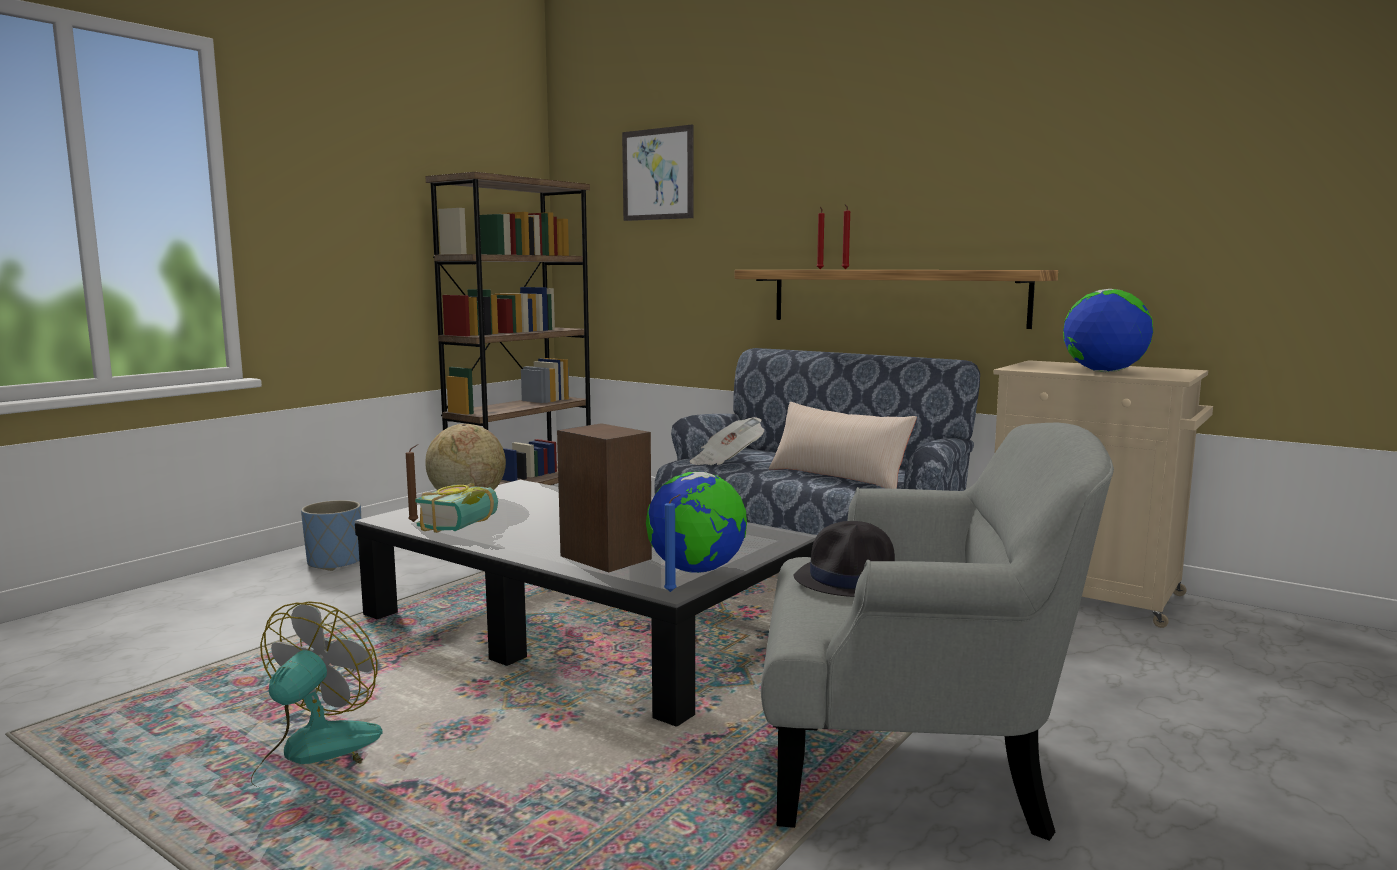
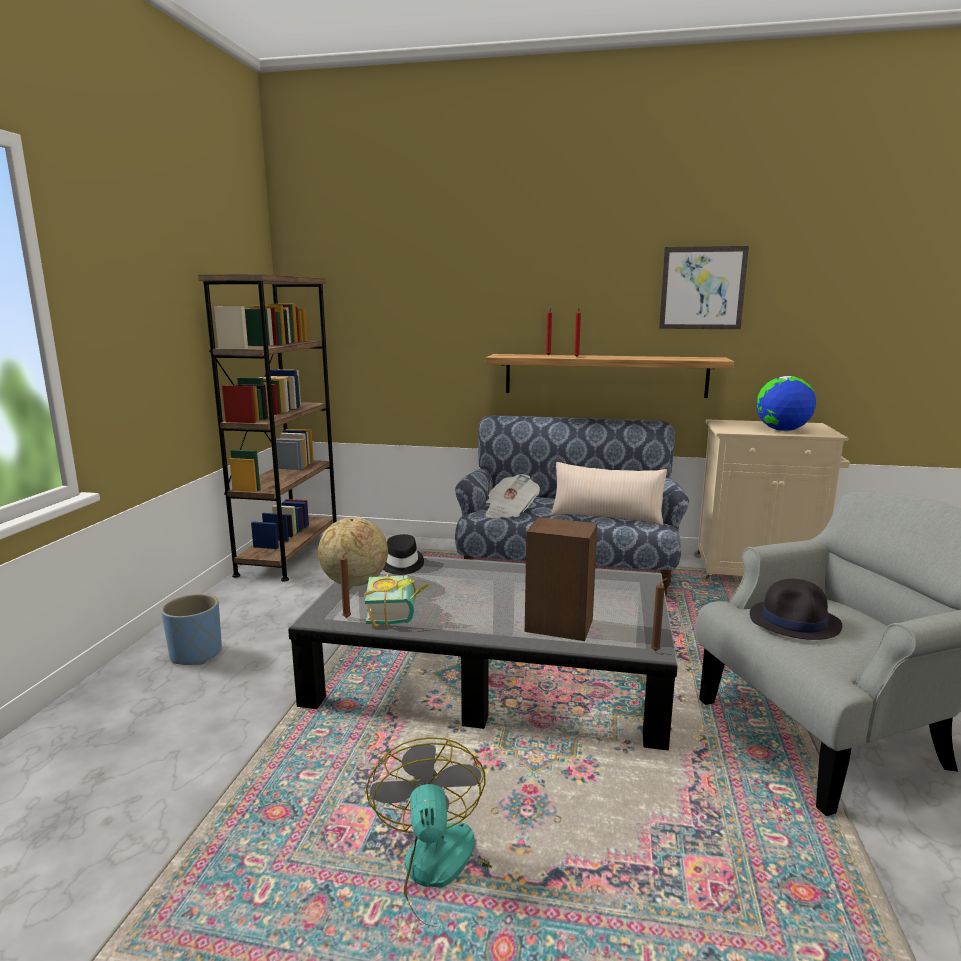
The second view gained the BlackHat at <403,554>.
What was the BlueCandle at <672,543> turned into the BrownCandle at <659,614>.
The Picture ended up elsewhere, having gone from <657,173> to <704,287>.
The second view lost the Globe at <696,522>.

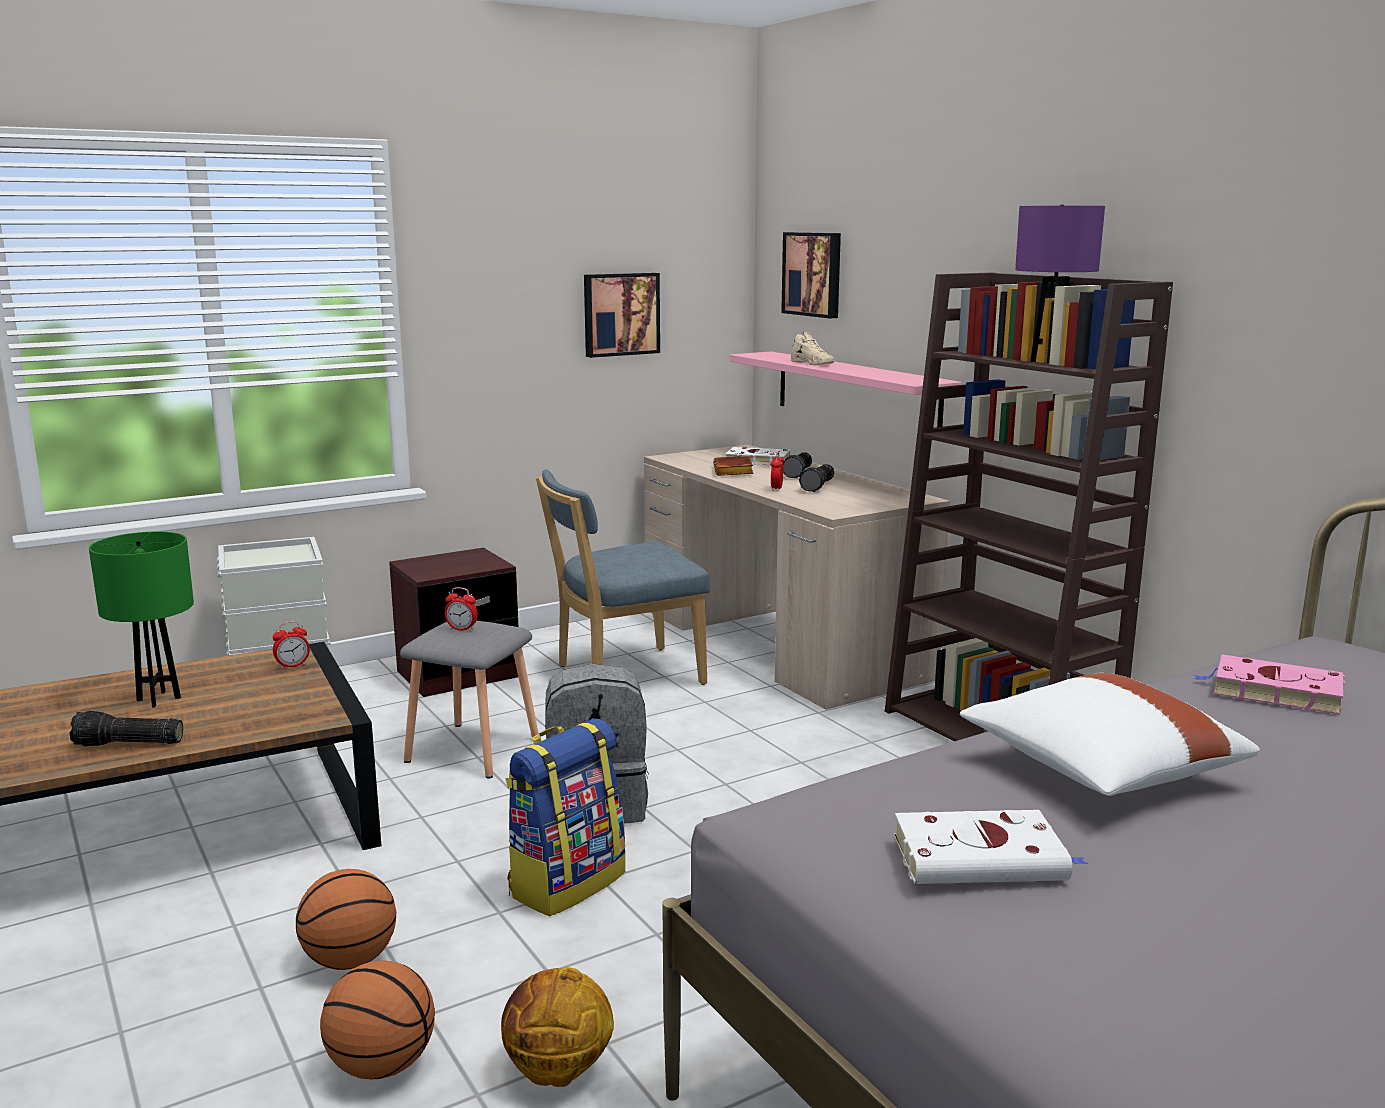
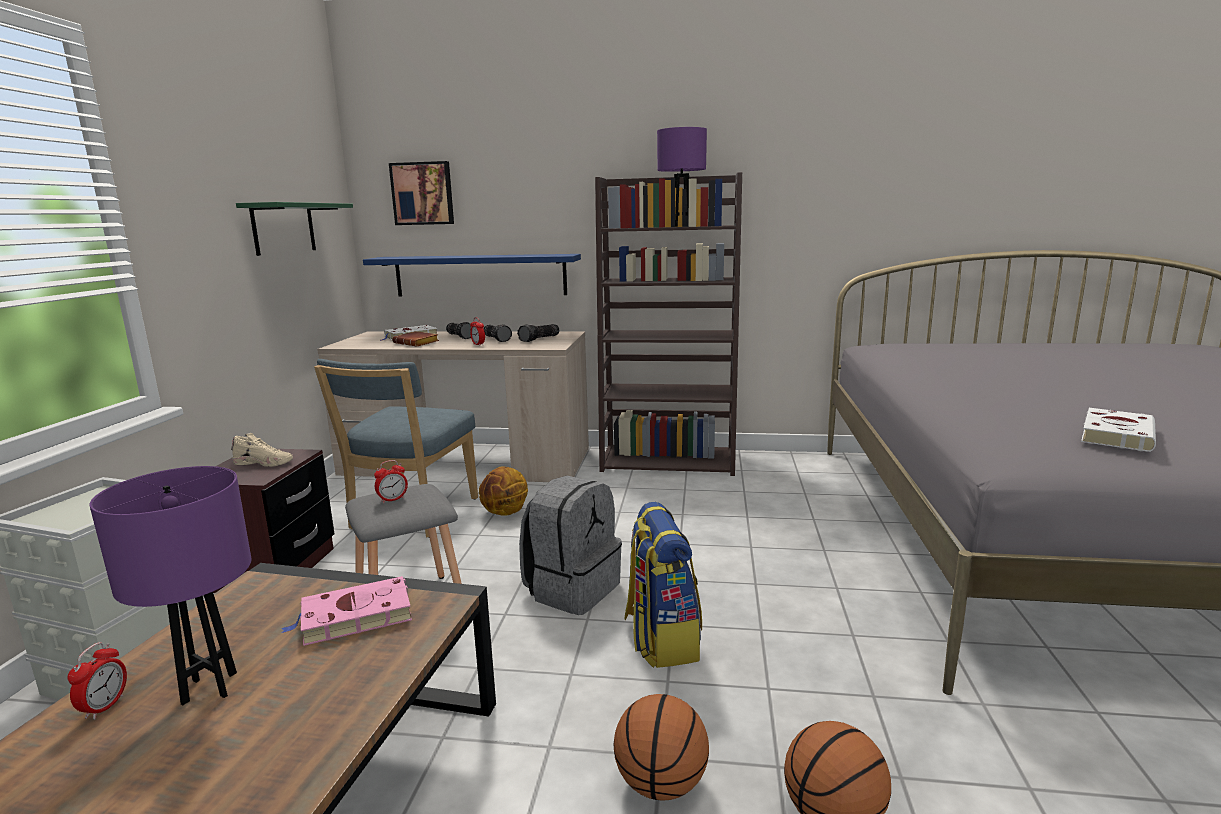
The AlarmClock ended up elsewhere, having gone from <291,645> to <97,681>.
What was the GreenTableLamp at <141,619> turned into the PurpleTableLamp at <170,585>.
The BeigeShoe ended up elsewhere, having gone from <812,348> to <262,450>.
Where the Picture hung at <622,315>, the GreenShelf came to hang at <294,229>.
The PinkBook ended up elsewhere, having gone from <1269,684> to <346,611>.
What was the PinkShelf at <845,389> turned into the BlueShelf at <472,275>.
The Basketball ended up elsewhere, having gone from <557,1027> to <503,491>.
The Flashlight ended up elsewhere, having gone from <126,729> to <538,333>.
The second view lost the WhitePillow at <1110,734>.

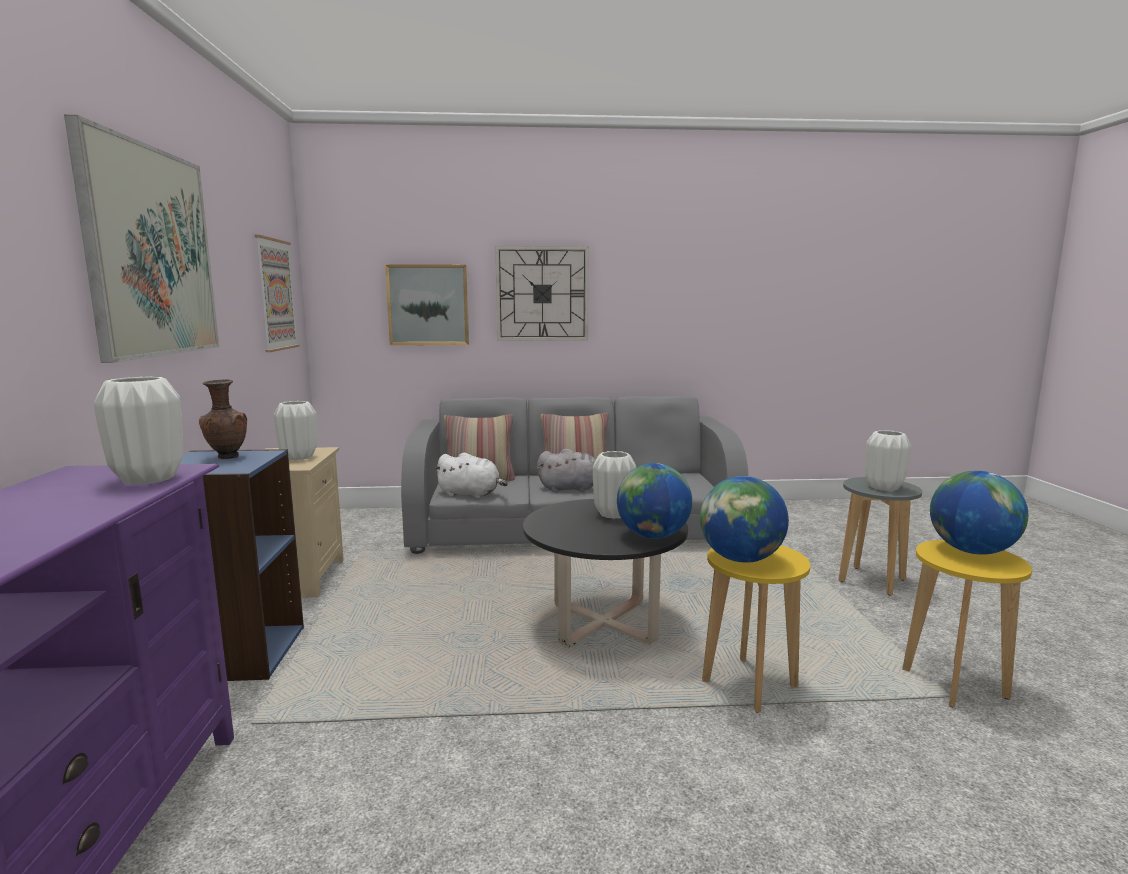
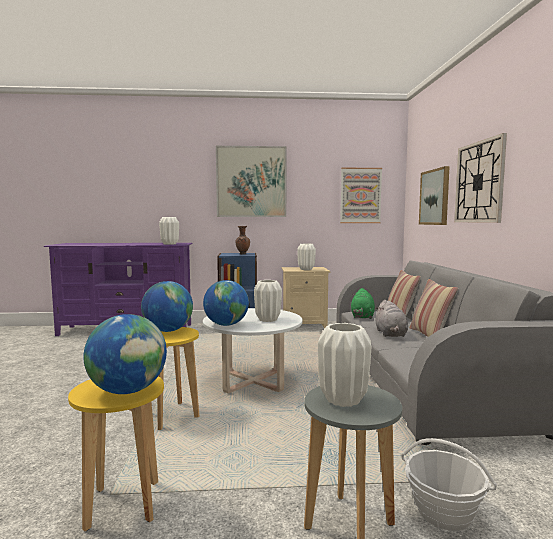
What was the BlackCoffeeTable at <605,573> turned into the WhiteCoffeeTable at <252,351>.
What was the WhitePlushToy at <471,475> turned into the GreenPlushToy at <363,303>.
The second view gained the Basket at <449,484>.

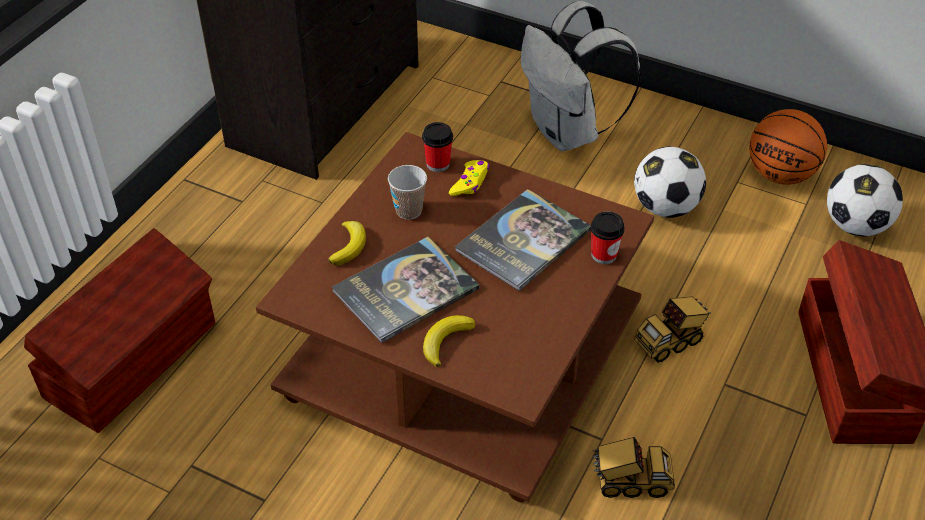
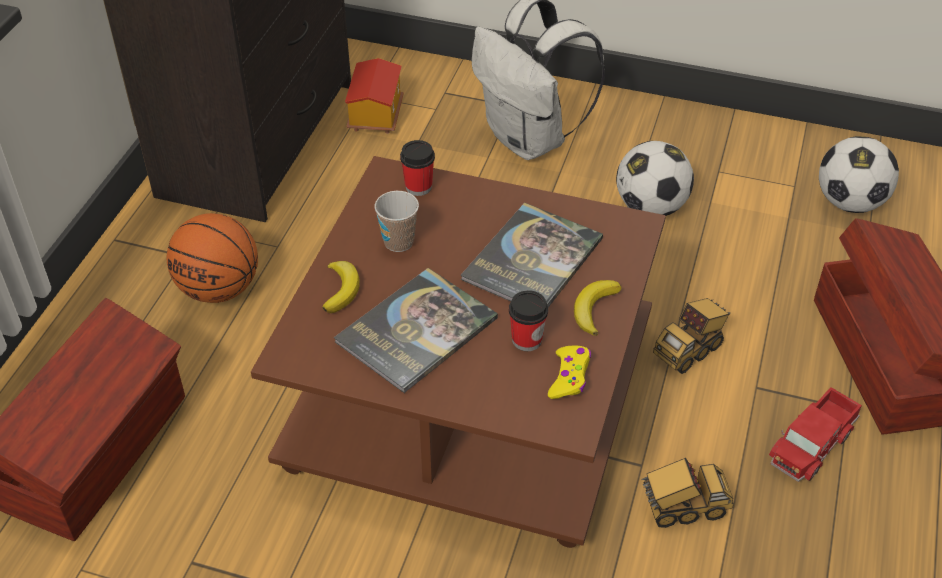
The Basketball ended up elsewhere, having gone from <788,147> to <212,258>.
The second view gained the ToyHouse at <374,96>.
The Cup ended up elsewhere, having gone from <608,238> to <528,320>.
The YellowGameController ended up elsewhere, having gone from <469,178> to <569,372>.
The Banana ended up elsewhere, having gone from <449,341> to <598,308>.
The second view gained the ToyTruck at <815,434>.

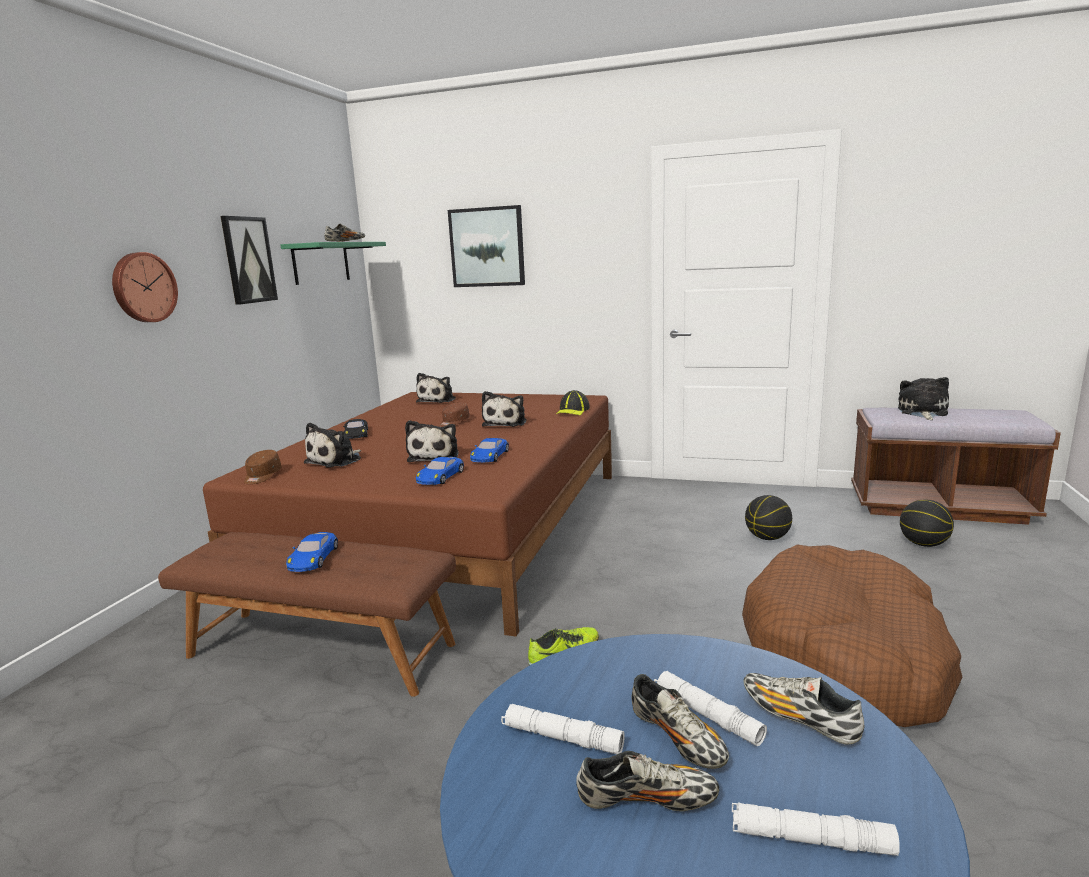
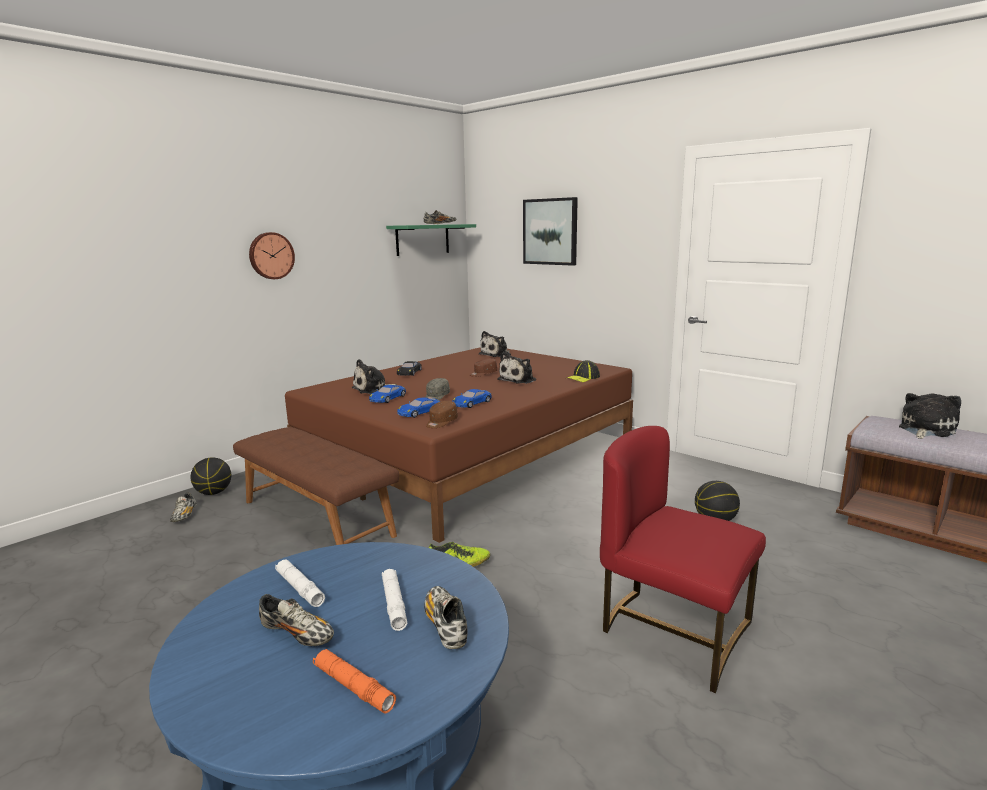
The Shoe ended up elsewhere, having gone from <680,721> to <183,507>.
The Basketball ended up elsewhere, having gone from <927,523> to <210,476>.
What was the WhiteFlashlight at <816,829> turned into the OrangeFlashlight at <354,681>.
The BlueToyCar ended up elsewhere, having gone from <312,552> to <387,394>.
Where the PlushToy stood at <432,441>, the GreyCap came to stand at <437,389>.
The BrownCap ended up elsewhere, having gone from <263,467> to <442,414>.
Where the BrownDogBed stood at <852,635>, the RedChair came to stand at <683,559>.
The second view lost the Picture at <249,260>.

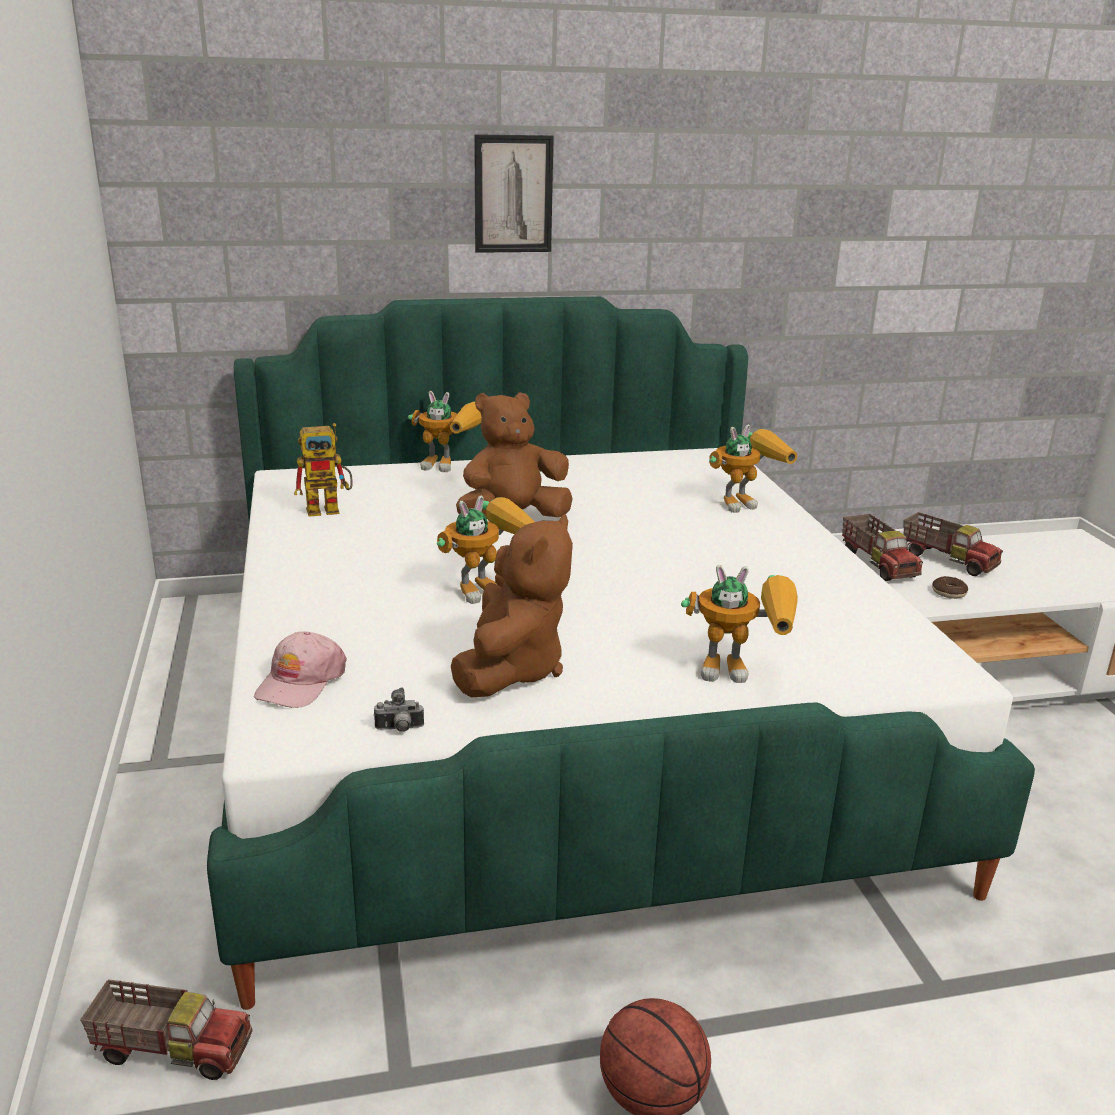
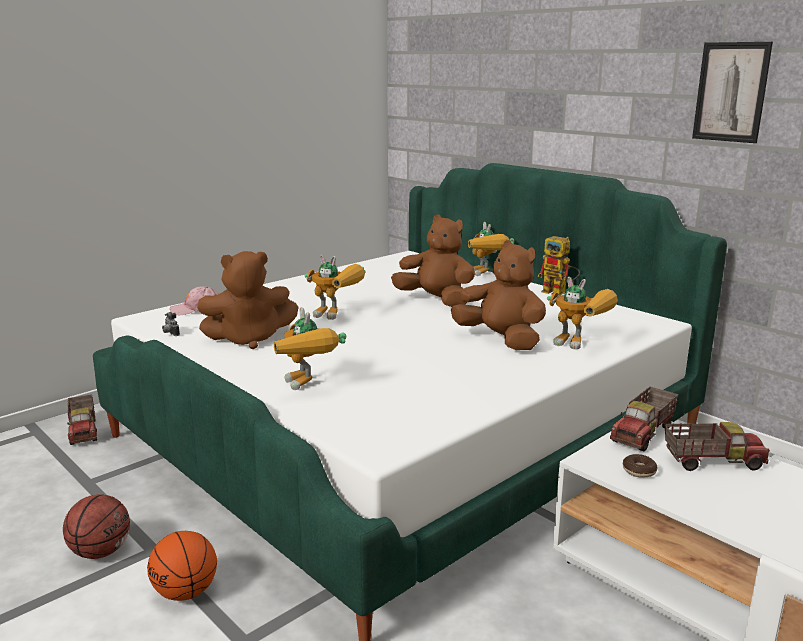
The second view gained the Basketball at <182,566>.
The second view gained the BrownPlushToy at <498,295>.
The ToyRobot ended up elsewhere, having gone from <323,470> to <559,265>.
The ToyTruck at <953,544> ended up facing another way, 105 degrees counterclockwise from before.
The Picture ended up elsewhere, having gone from <514,193> to <732,92>.

